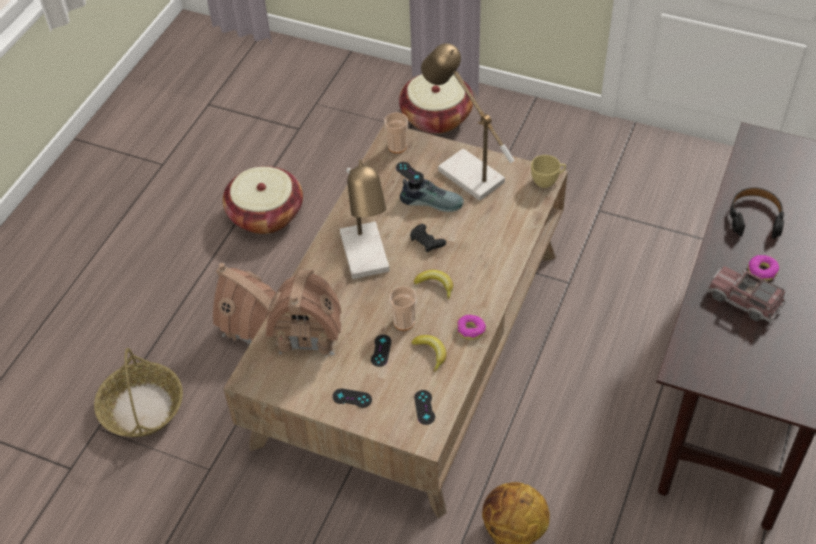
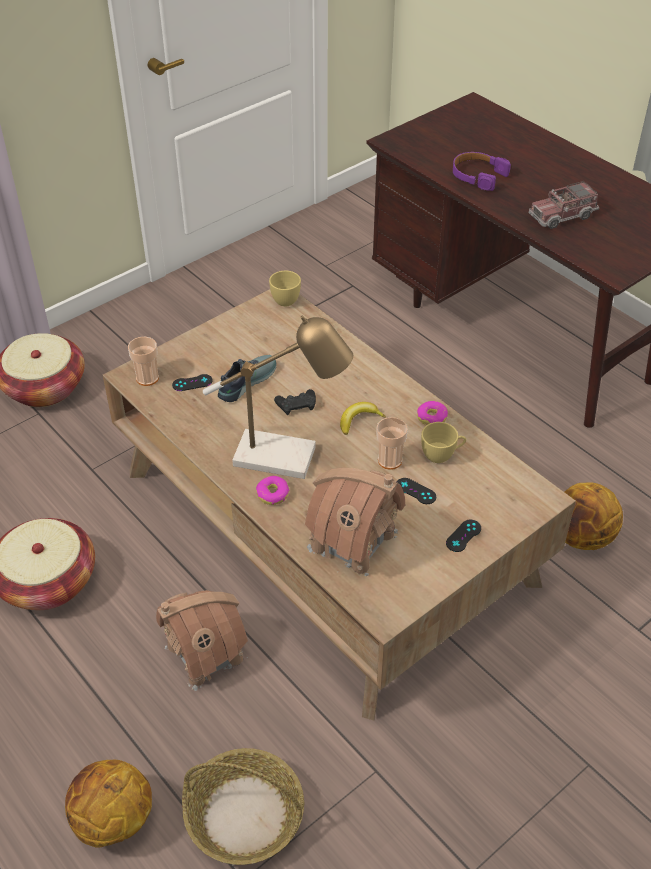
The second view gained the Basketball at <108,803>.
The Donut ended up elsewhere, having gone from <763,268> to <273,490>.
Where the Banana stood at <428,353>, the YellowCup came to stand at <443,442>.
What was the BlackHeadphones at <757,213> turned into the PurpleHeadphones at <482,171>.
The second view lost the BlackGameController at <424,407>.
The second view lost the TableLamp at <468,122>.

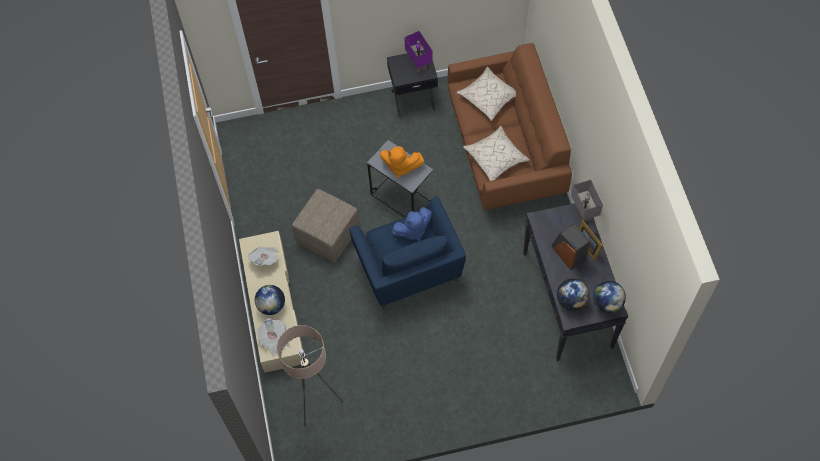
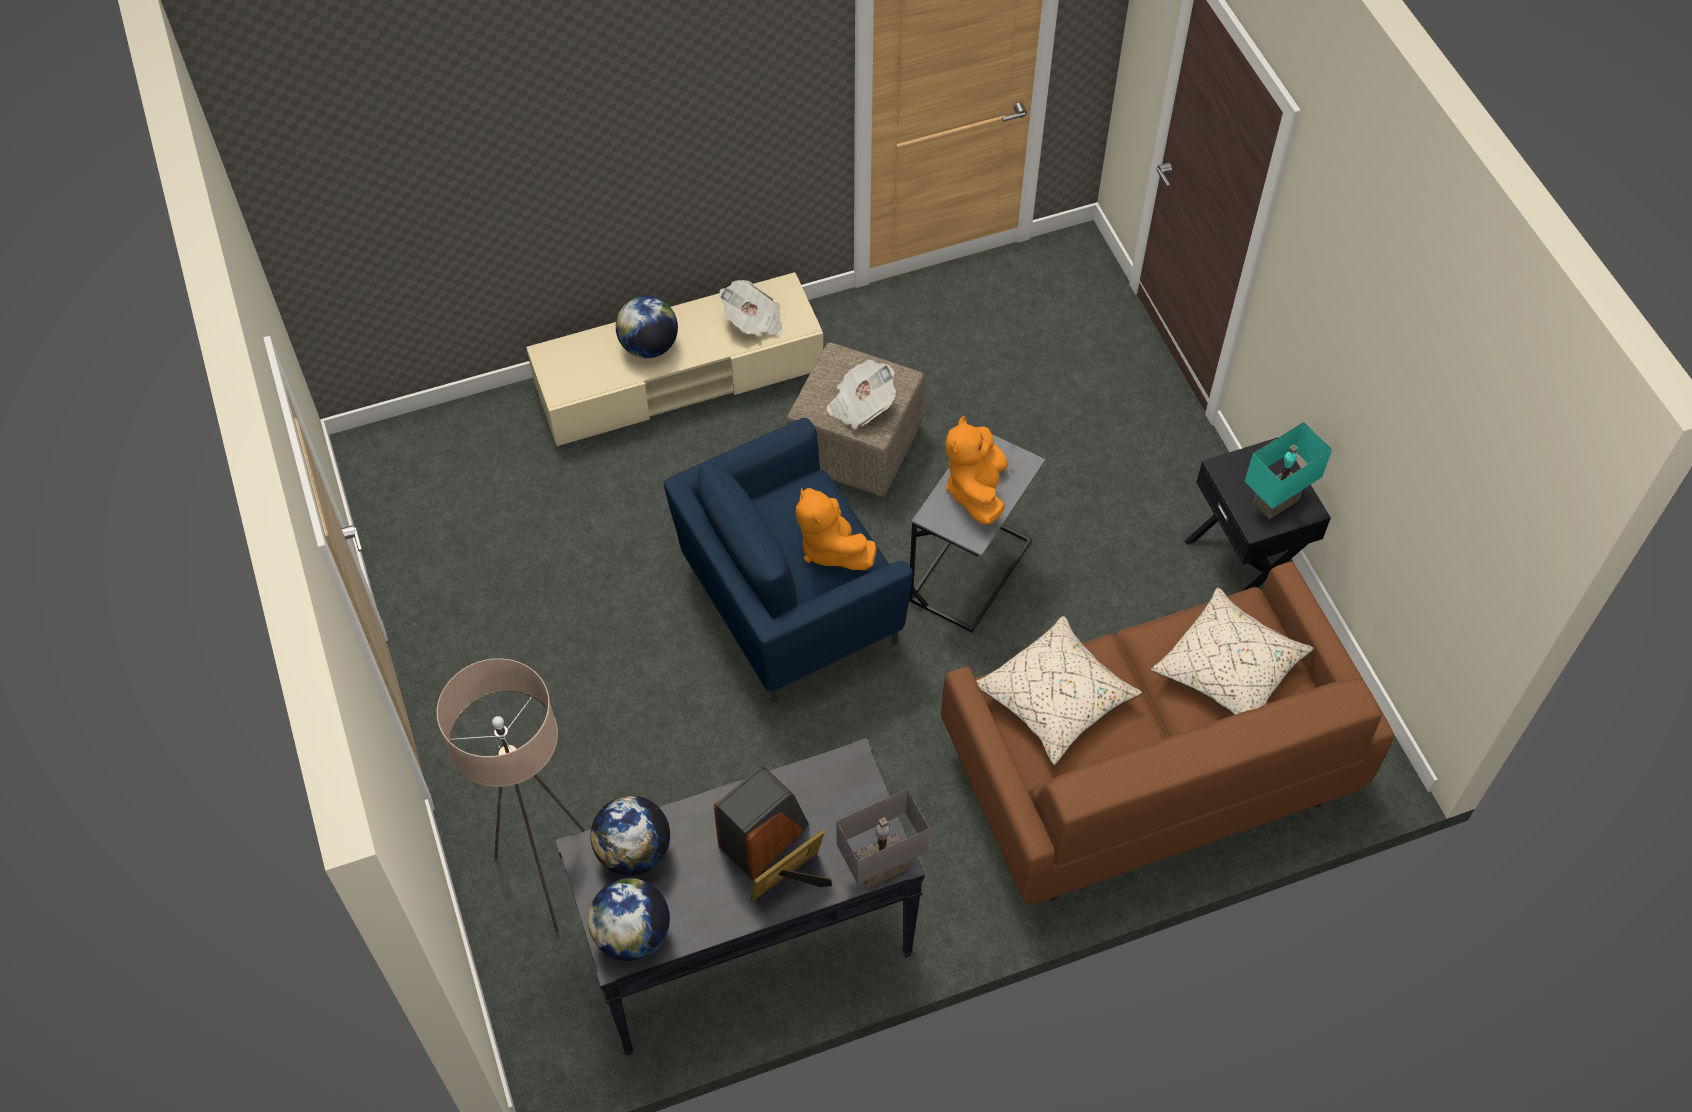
The BeigeFloorLamp ended up elsewhere, having gone from <309,376> to <511,795>.
What was the BluePlushToy at <411,224> turned into the OrangePlushToy at <836,529>.
The Newspaper ended up elsewhere, having gone from <273,337> to <861,395>.
What was the PurpleTableLamp at <418,52> turned into the TurquoiseTableLamp at <1288,470>.

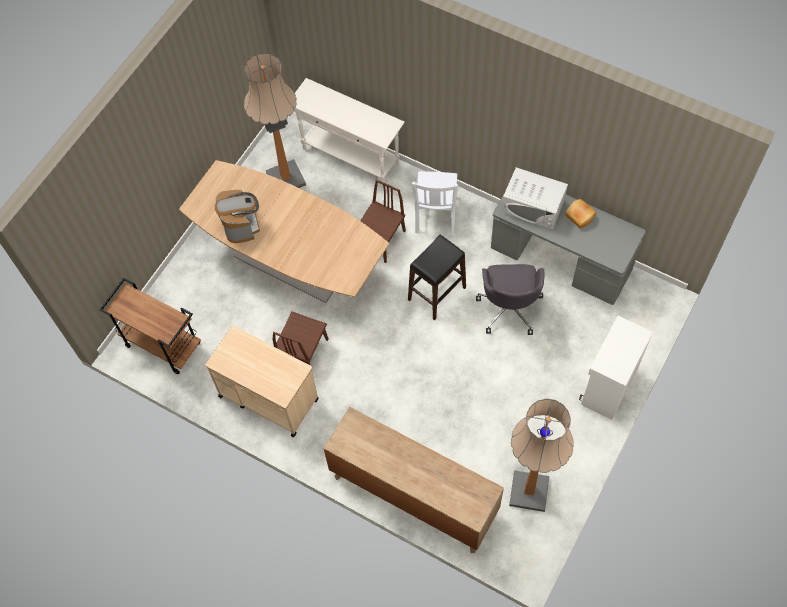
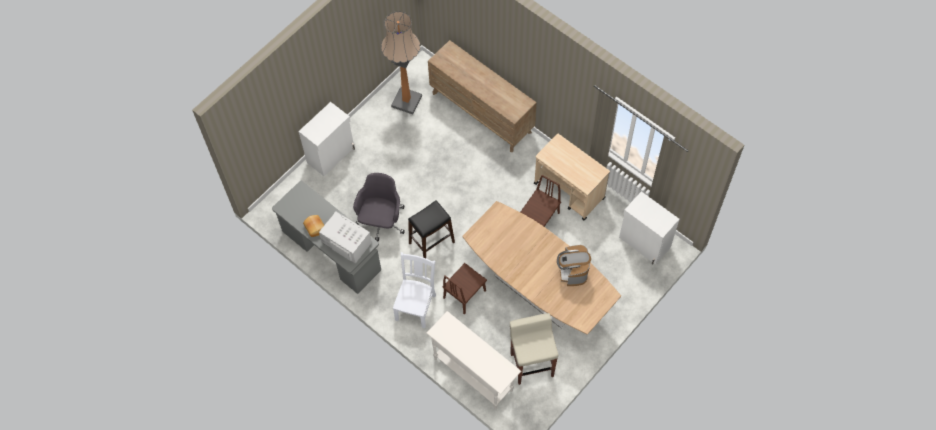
Where the FloorLamp stood at <275,120>, the BeigeStool came to stand at <534,349>.
Where the BrownCart stood at <150,326>, the WhiteCabinet came to stand at <649,228>.

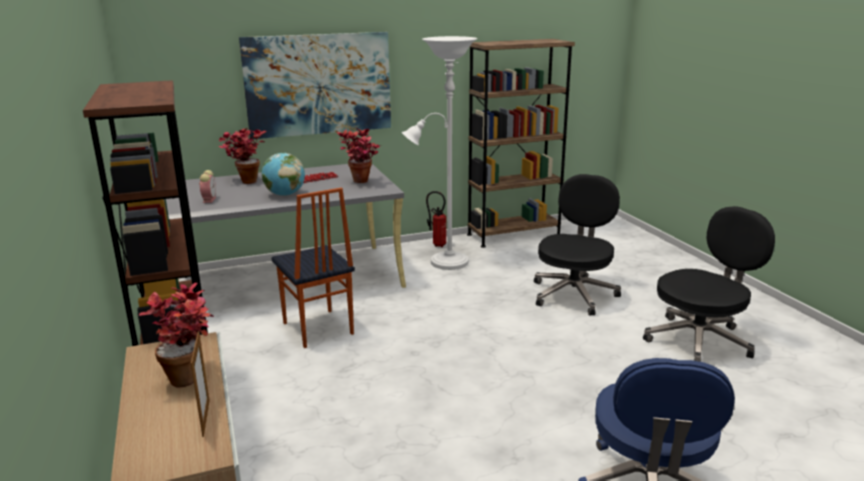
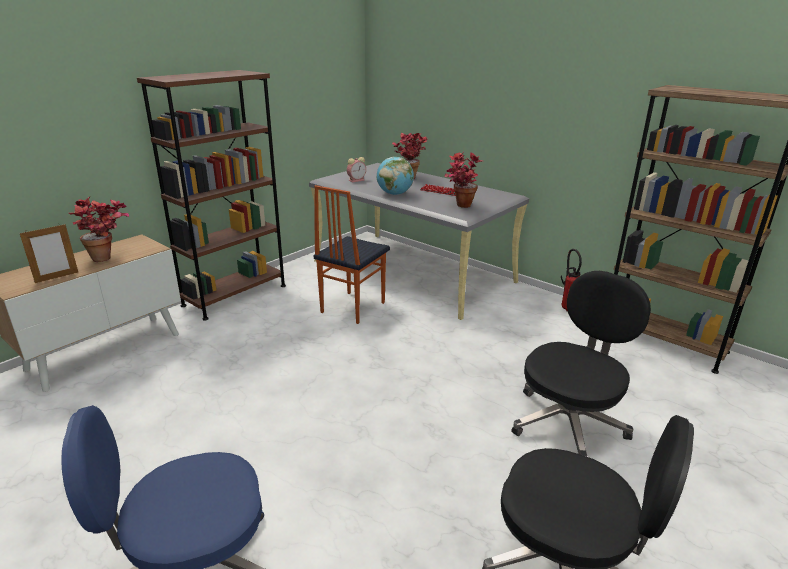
The BlackOfficeChair at <577,244> ended up facing another way, 45 degrees counterclockwise from before.
The second view lost the Picture at <315,85>.
The second view lost the WhiteFloorLamp at <439,153>.

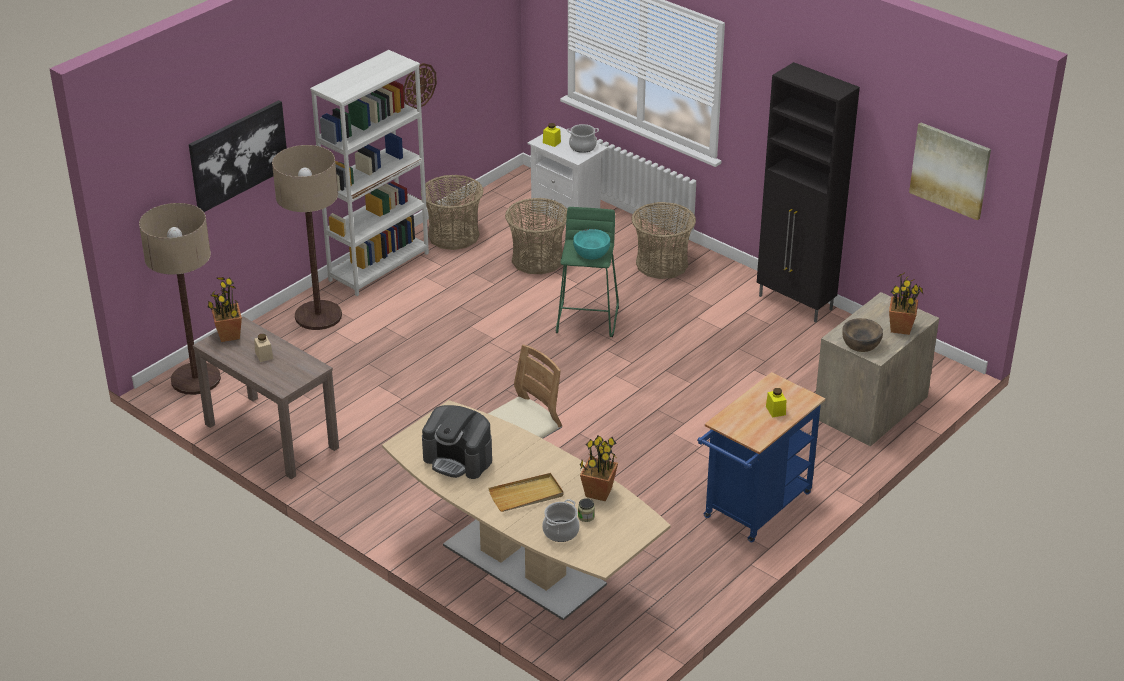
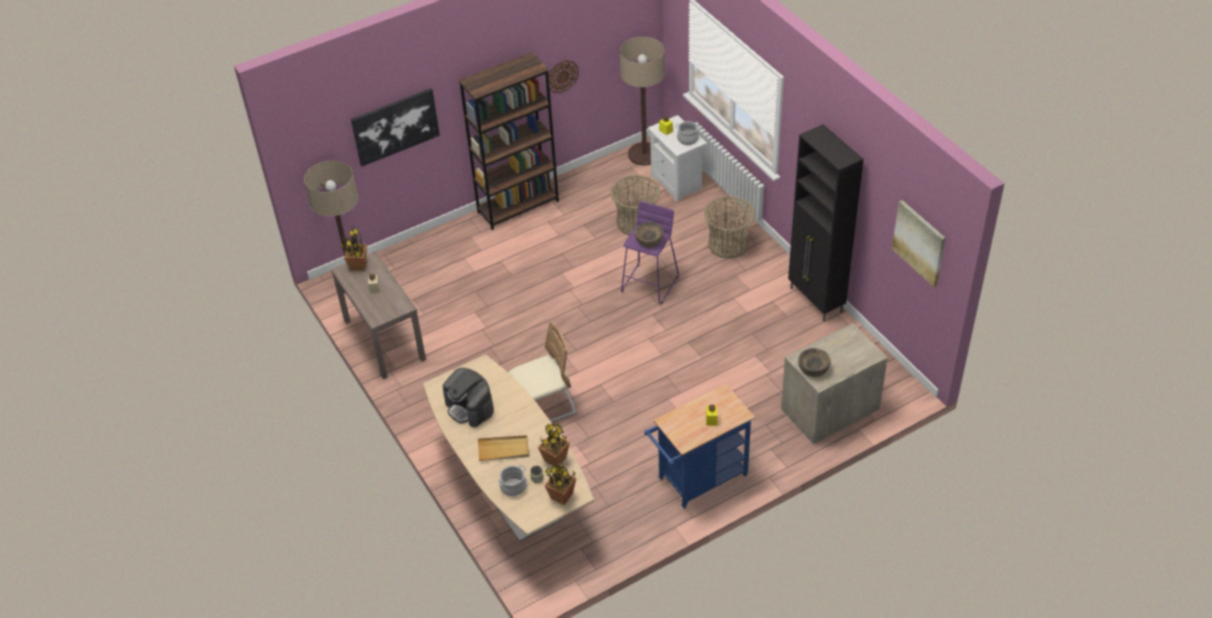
What was the WhiteBookcase at <369,173> turned into the BrownBookcase at <509,141>.
The PottedPlant ended up elsewhere, having gone from <906,304> to <560,482>.
The FloorLamp ended up elsewhere, having gone from <307,237> to <642,101>.
What was the GreenStool at <587,272> turned into the PurpleStool at <650,252>.
What was the TurquoiseBowl at <591,244> turned into the BrownBowl at <649,235>.
The second view lost the Basket at <452,212>.

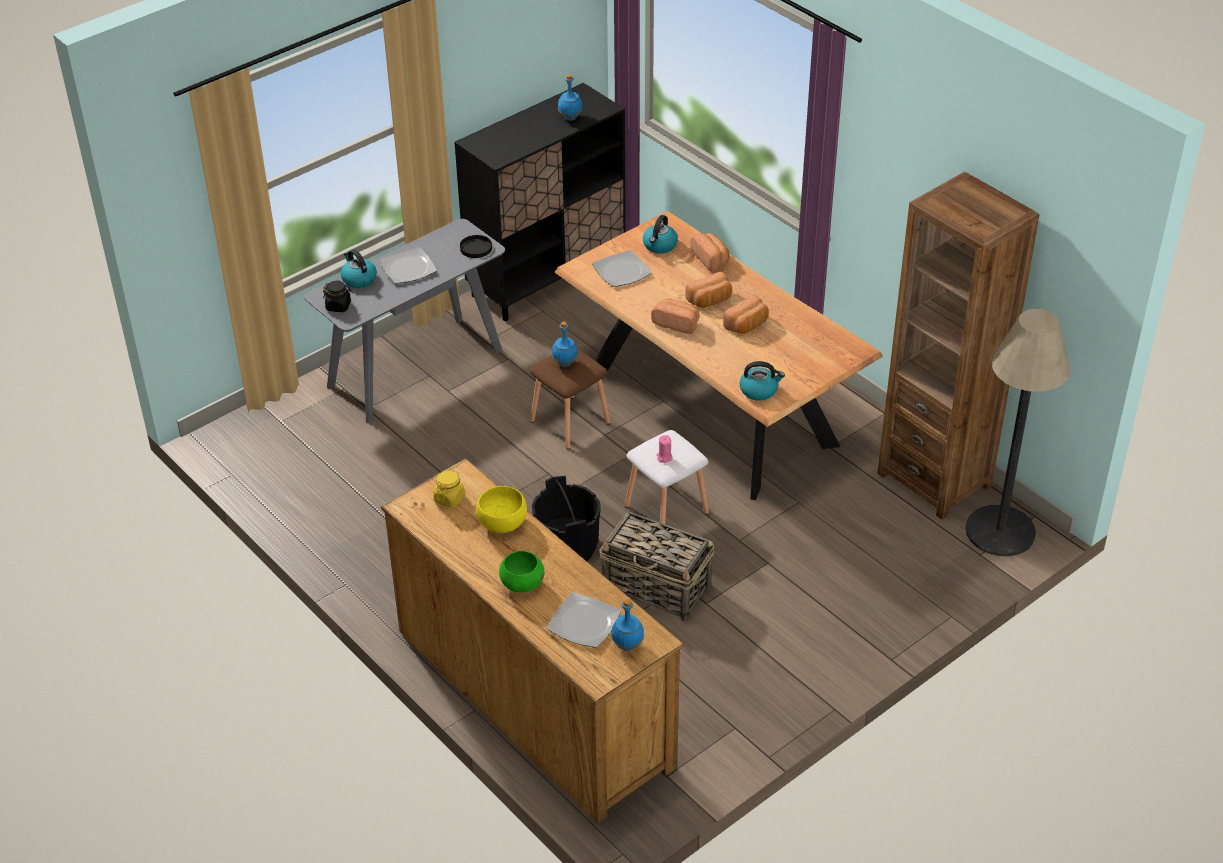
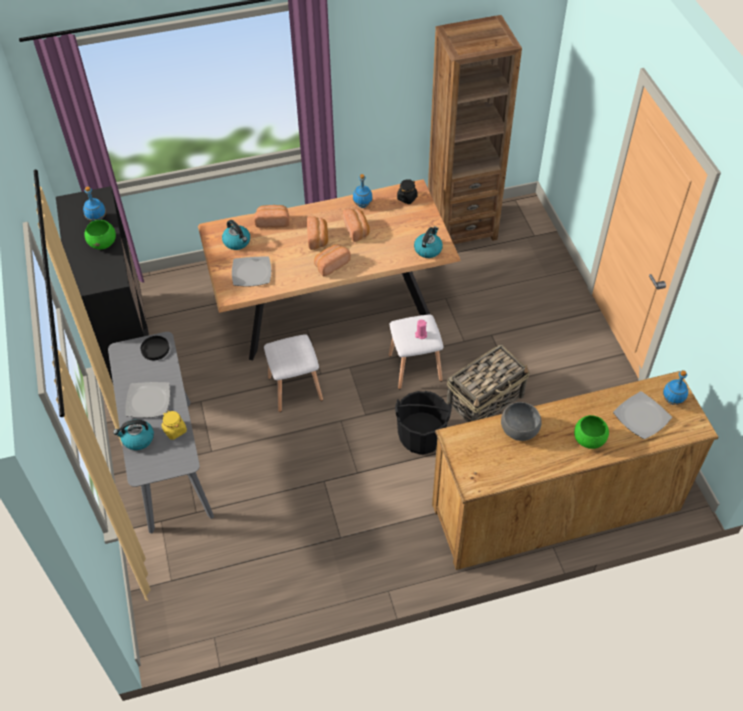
The second view gained the GreenBowl at <100,234>.
The YellowJar ended up elsewhere, having gone from <449,489> to <174,425>.
What was the BrownStool at <570,399> turned into the WhiteStool at <293,373>.
The BlueBottle ended up elsewhere, having gone from <565,344> to <363,191>.
The BlackJar ended up elsewhere, having gone from <337,296> to <407,191>.
What was the YellowBowl at <501,509> turned into the GreyBowl at <521,421>.
The second view lost the FloorLamp at <1017,432>.

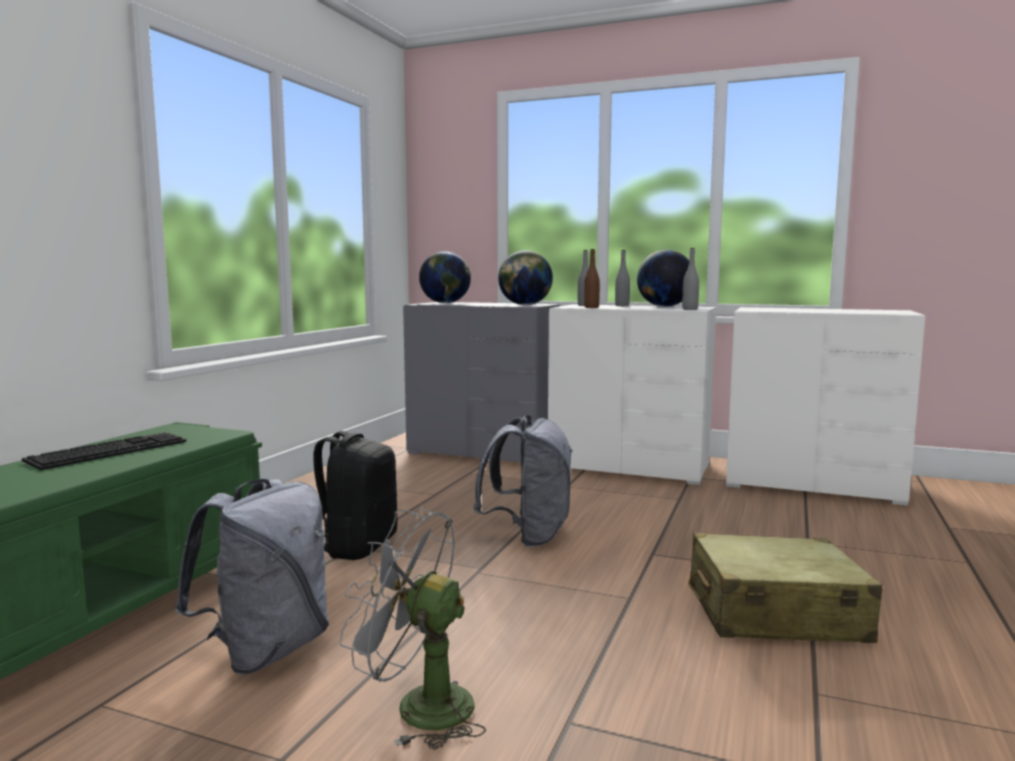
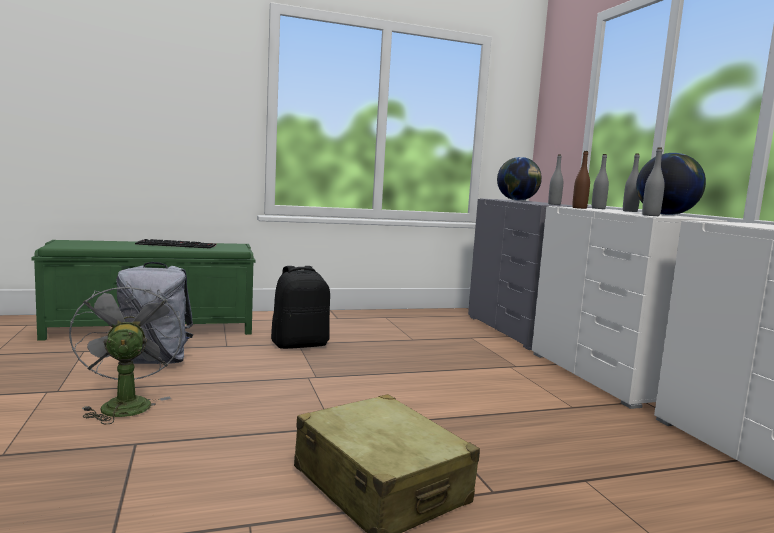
Where the Globe stood at <525,277>, the GreyBottle came to stand at <555,180>.
The second view lost the GreyBackpack at <523,481>.

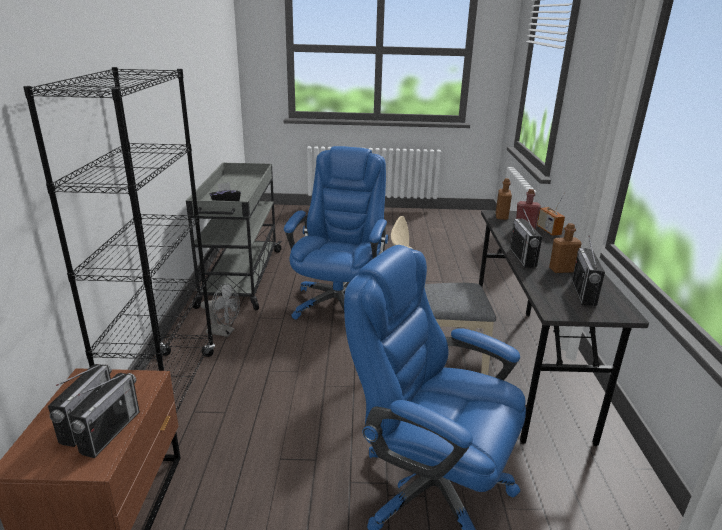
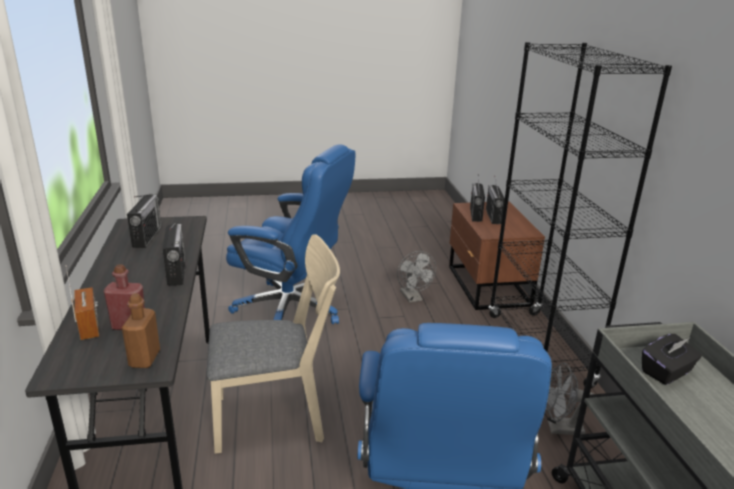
The second view gained the GreyFan at <416,277>.
The second view lost the BrownBottle at <565,248>.

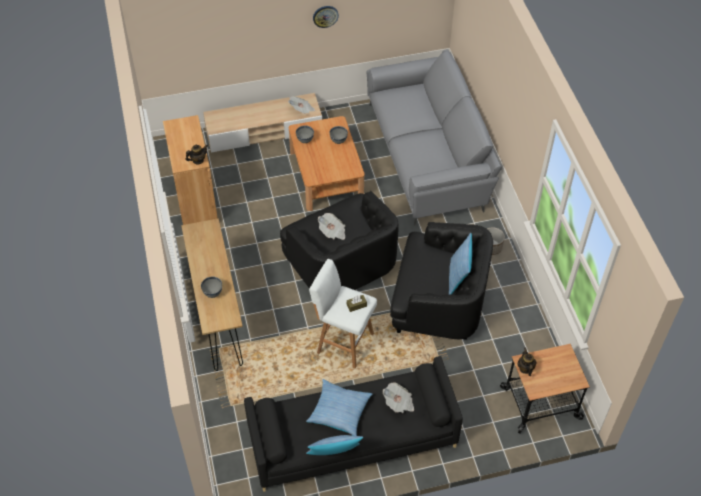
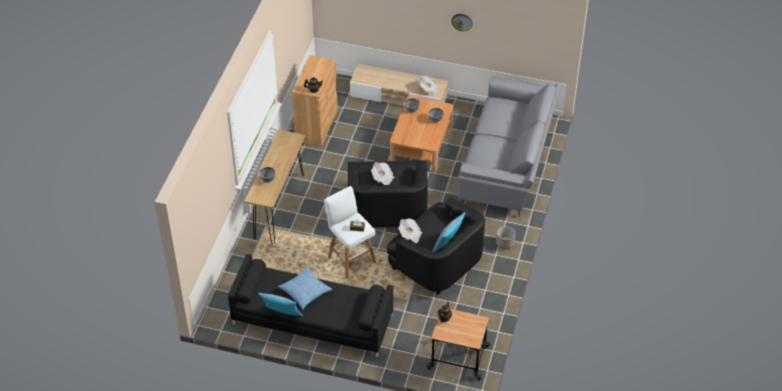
The Newspaper ended up elsewhere, having gone from <398,398> to <410,230>.

